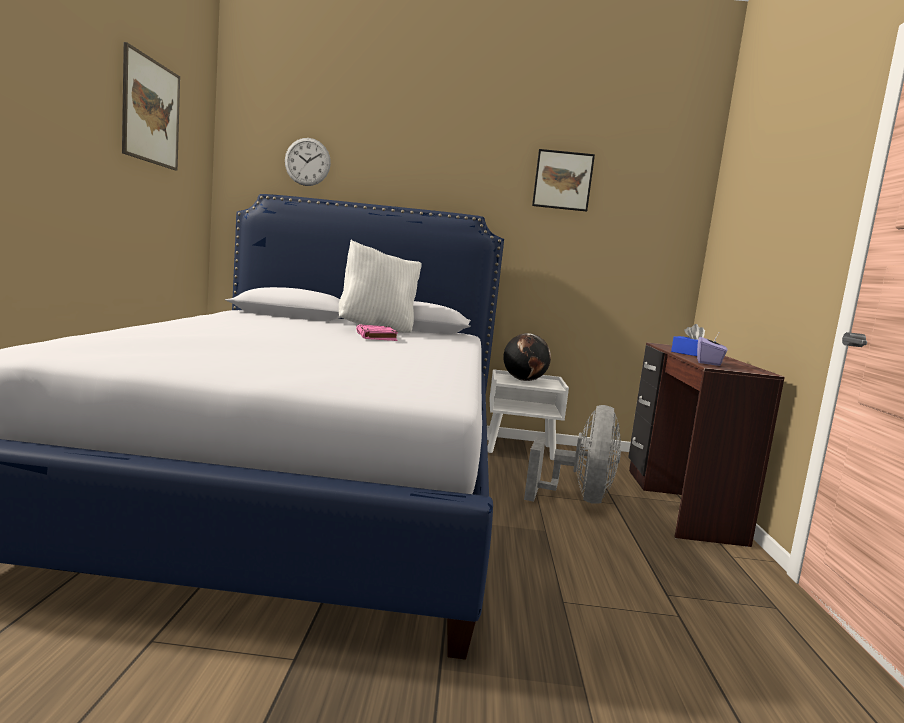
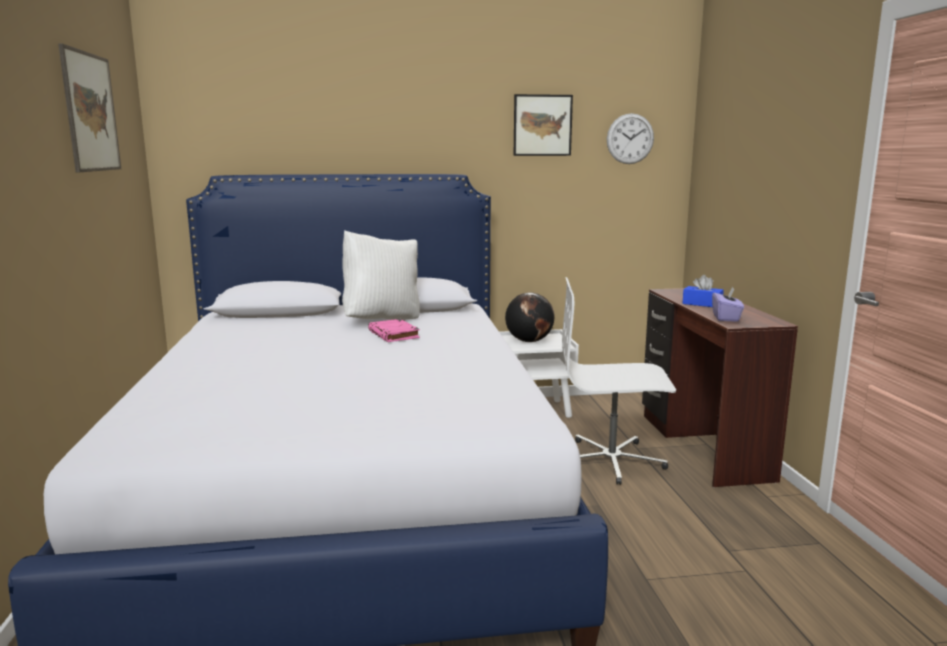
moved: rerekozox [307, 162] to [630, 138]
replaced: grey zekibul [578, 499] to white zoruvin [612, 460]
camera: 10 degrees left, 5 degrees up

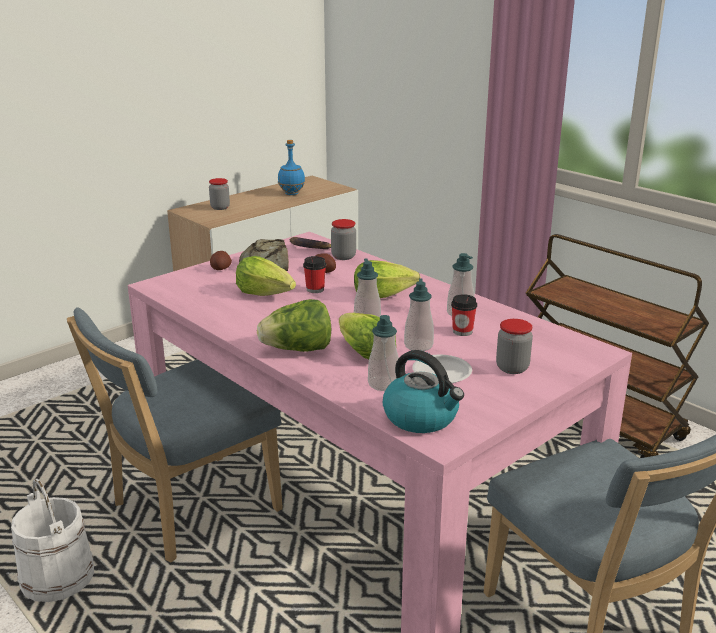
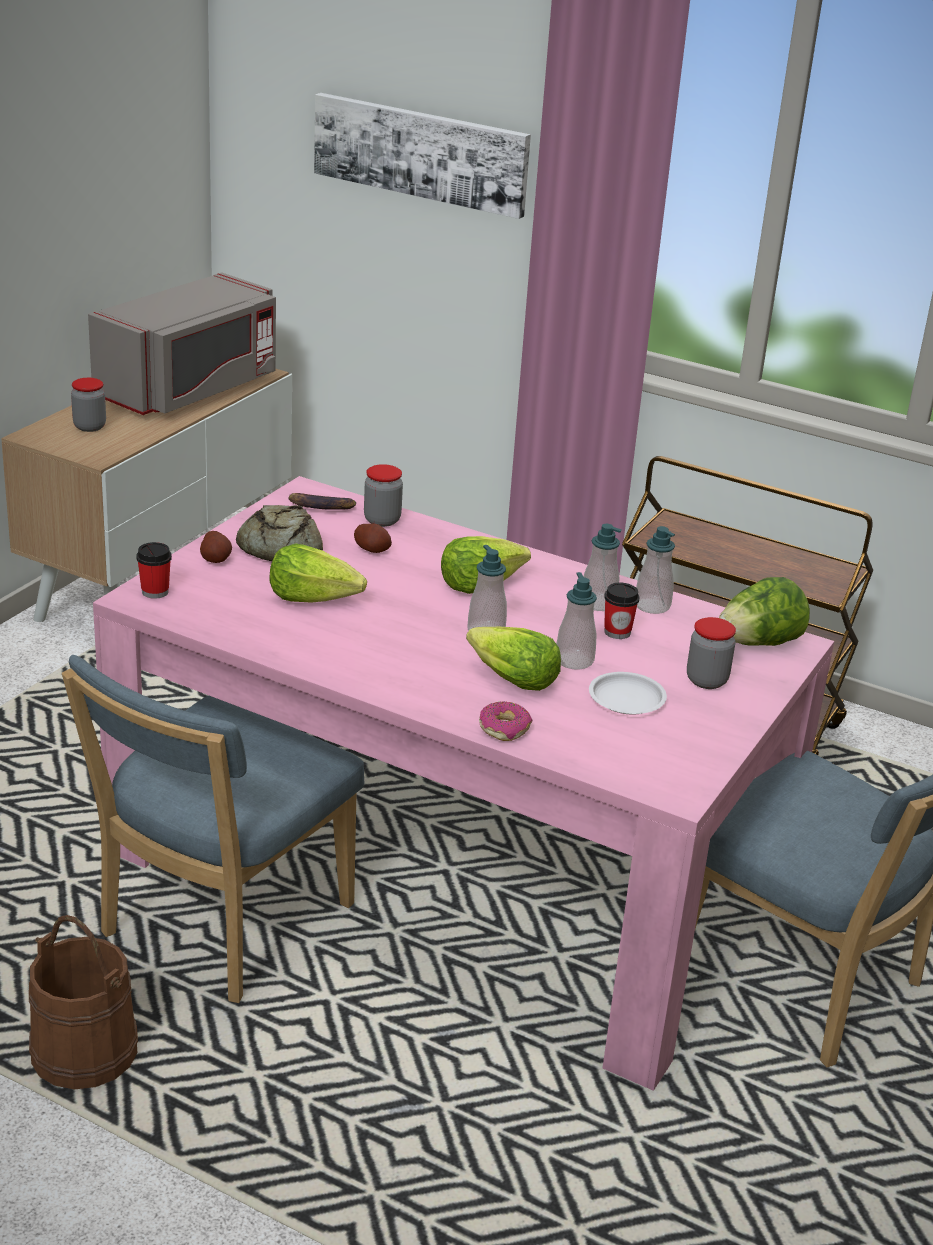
removed: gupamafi [422, 417]
added: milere [421, 153]; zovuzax [504, 728]
moved: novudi [298, 350] to [758, 643]; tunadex [315, 289] to [155, 592]; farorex [383, 384] to [652, 606]
replaced: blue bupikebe [291, 194] to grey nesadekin [190, 389]
recoloured: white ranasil [57, 578] to brown ranasil [83, 1053]
camera: 20 degrees left, 5 degrees up

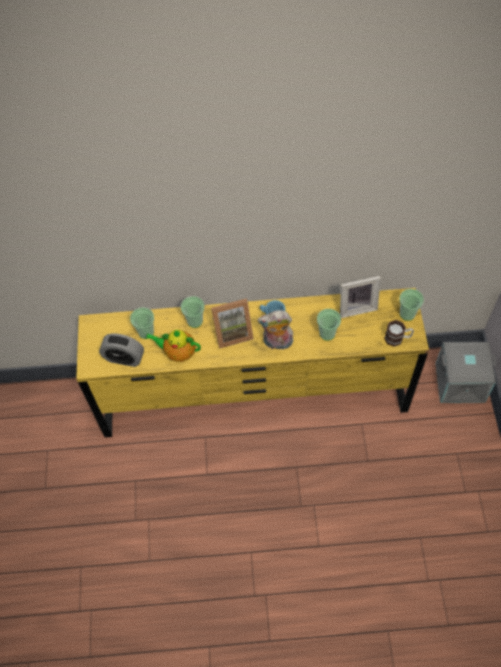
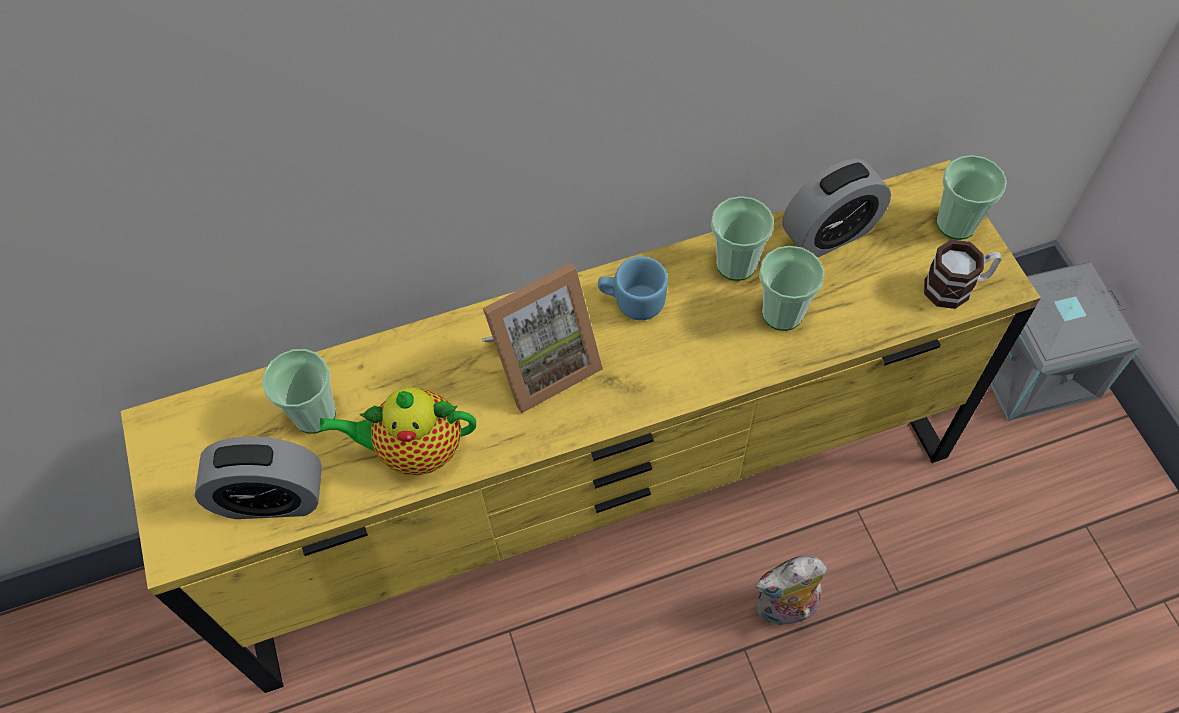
moved: tunadex [195, 321] to [736, 264]; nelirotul [277, 343] to [785, 609]
replaced: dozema [356, 307] to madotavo [829, 234]
camera: 15 degrees left, 0 degrees up

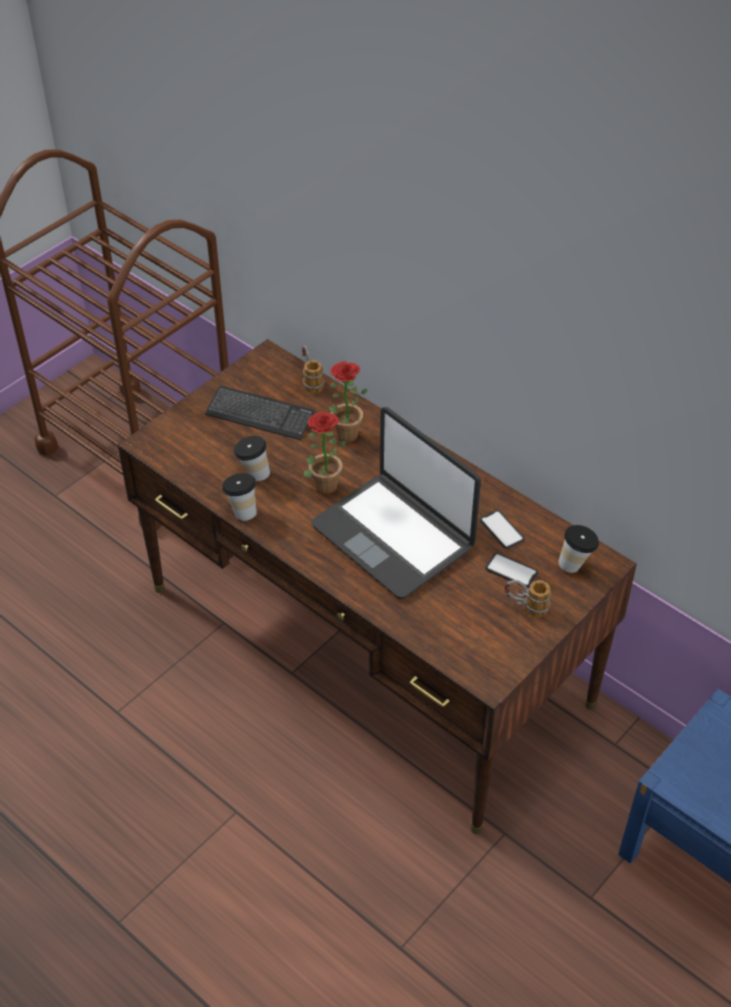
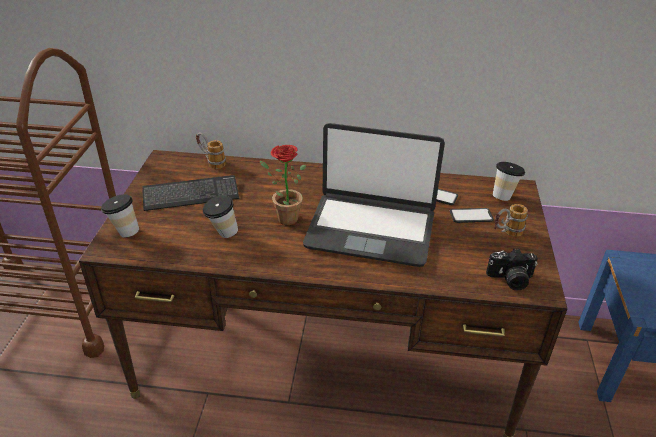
removed: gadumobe [343, 432]
added: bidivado [510, 280]
moved: tunadex [242, 511] to [124, 232]
camera: 35 degrees left, 10 degrees down

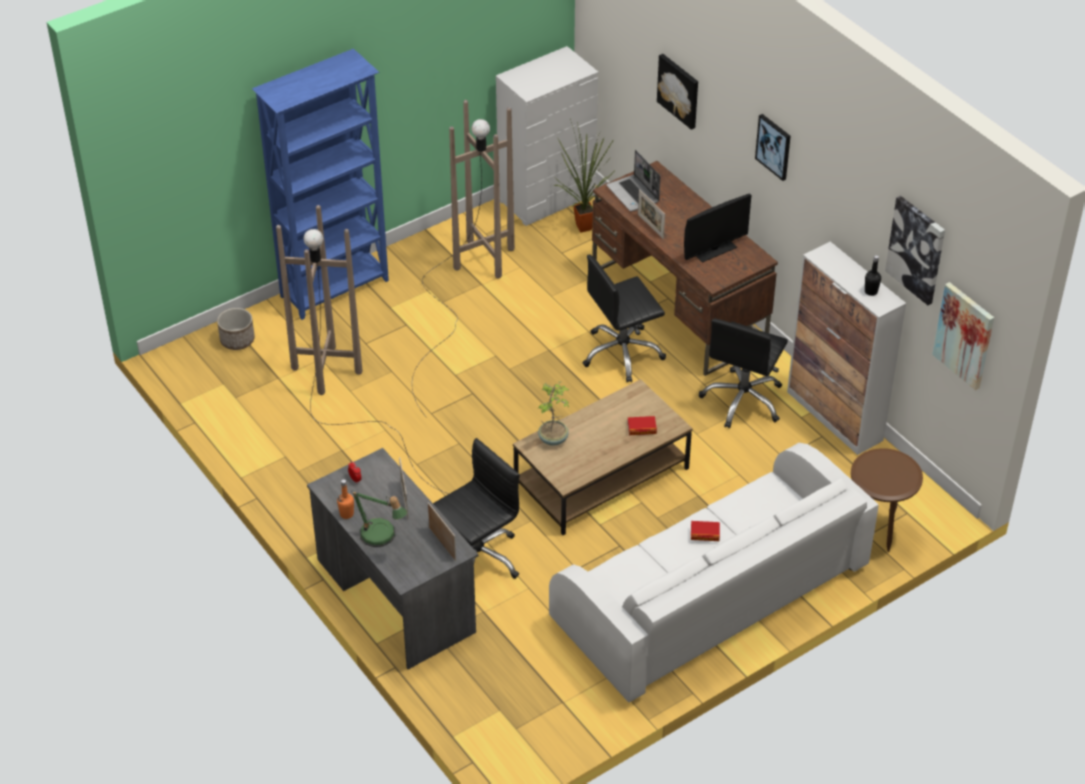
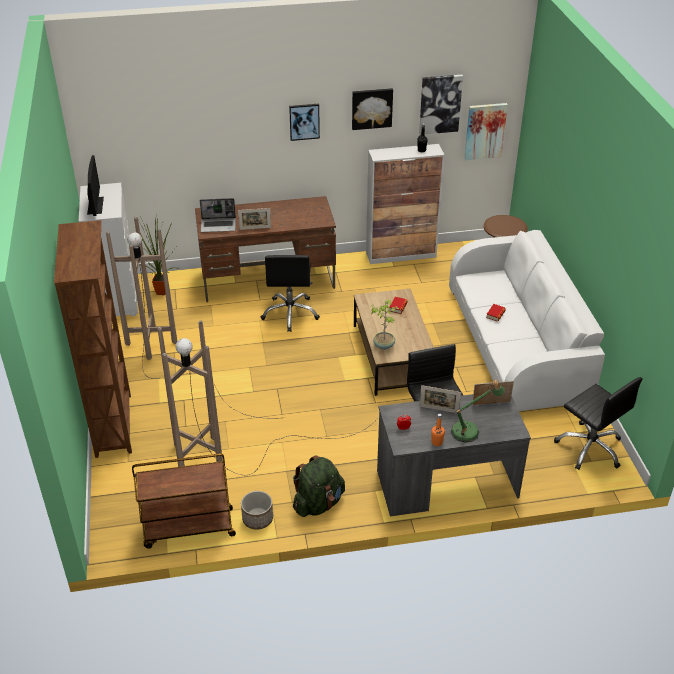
added: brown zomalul [188, 528]; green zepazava [318, 503]
moved: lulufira [237, 340] to [257, 519]; milere [679, 90] to [371, 108]; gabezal [714, 249] to [95, 205]; black zoruvin [743, 400] to [590, 447]
recoloured: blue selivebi [336, 289] to brown selivebi [114, 424]
camera: 65 degrees left, 5 degrees down

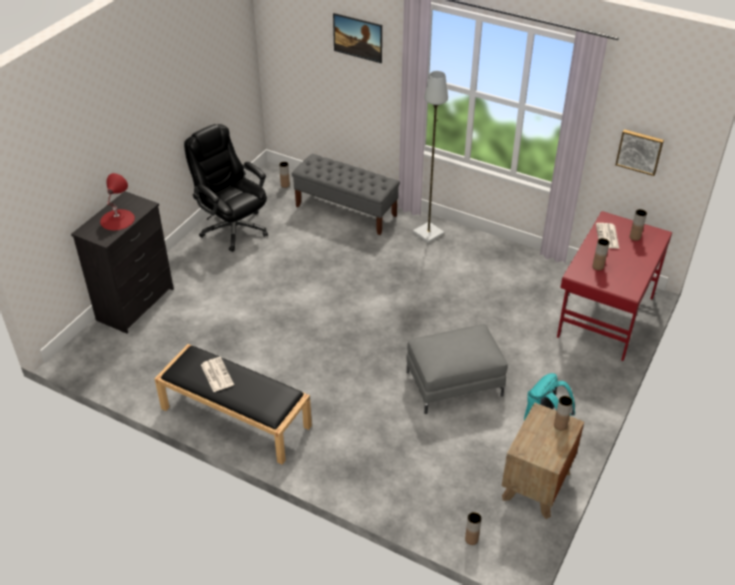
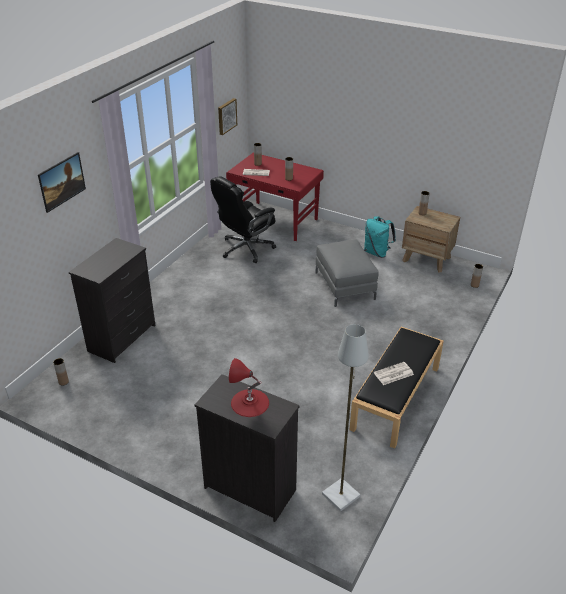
moved: black zoruvin [233, 228] to [245, 249]; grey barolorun [429, 233] to [340, 494]
replaced: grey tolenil [346, 211] to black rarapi [123, 338]
camera: 90 degrees left, 5 degrees down

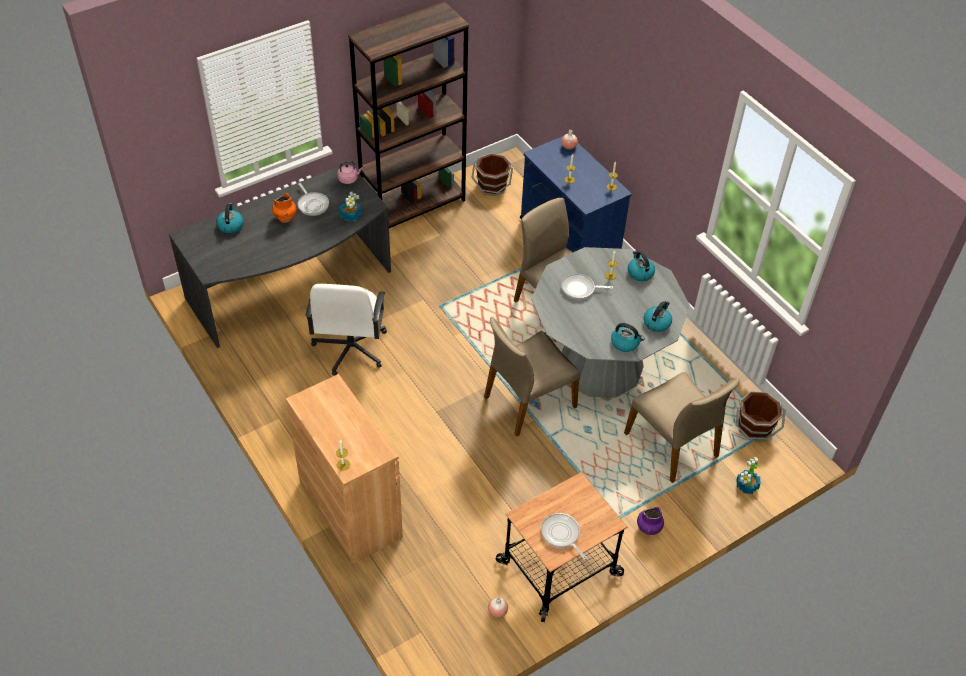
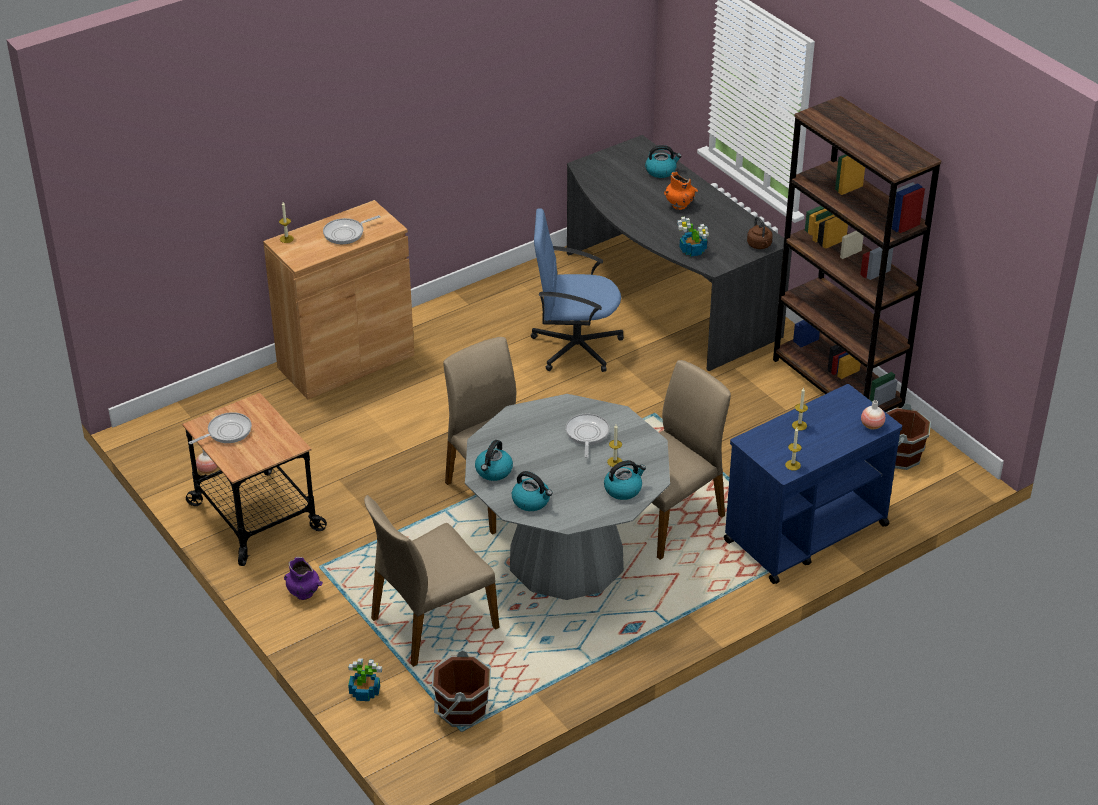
moved: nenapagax [312, 204] to [346, 233]
recoloured: white zoruvin [350, 348] to blue zoruvin [575, 347]; pink gupamafi [349, 179] to brown gupamafi [759, 245]
camera: 90 degrees right, 10 degrees down

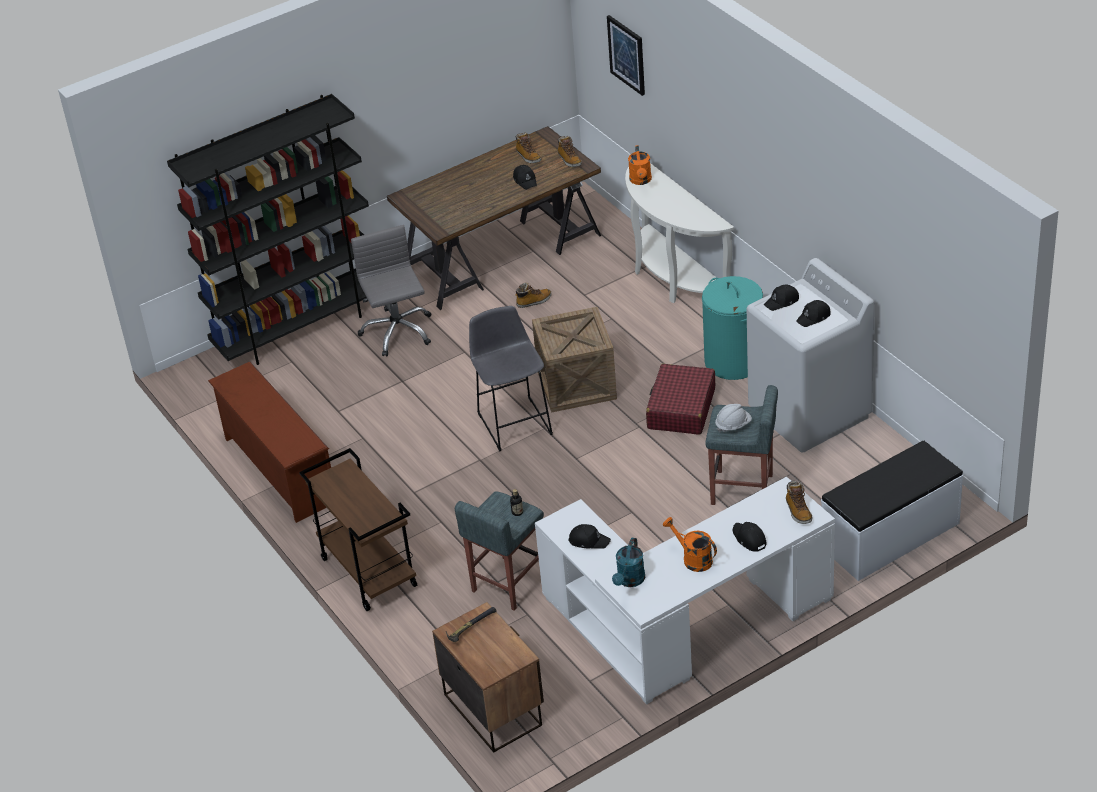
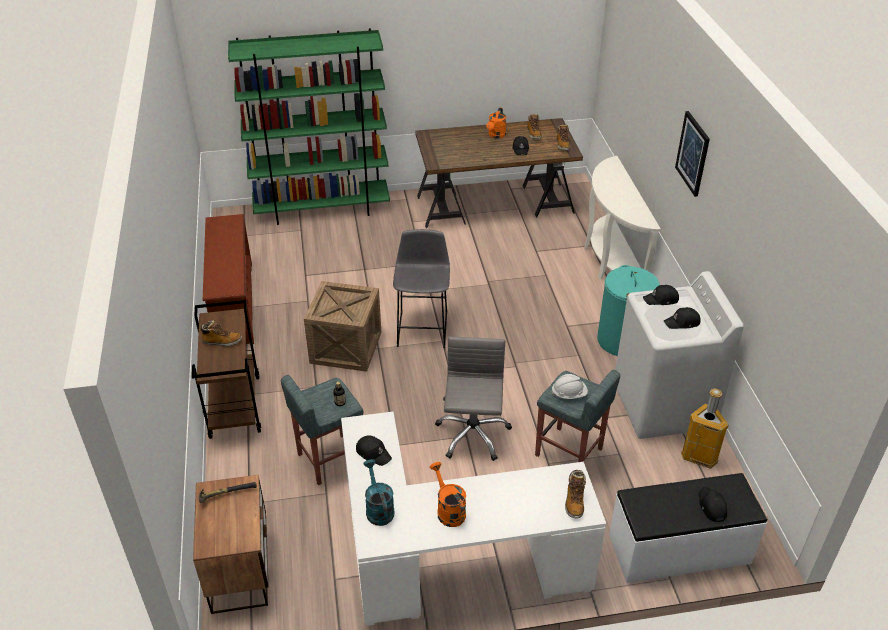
removed: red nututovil [681, 409]
added: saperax [699, 457]
moved: grey zoruvin [397, 332] to [472, 434]; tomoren [534, 301] to [222, 341]; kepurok [576, 384] to [346, 347]; milere [627, 54] to [693, 153]; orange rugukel [641, 181] to [496, 135]; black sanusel [749, 539] to [711, 506]
recoloured: black selivebi [299, 328] to green selivebi [322, 209]
turned: turquoise rugukel [629, 581] = [378, 508] 120 degrees clockwise
camera: 20 degrees right, 0 degrees up

